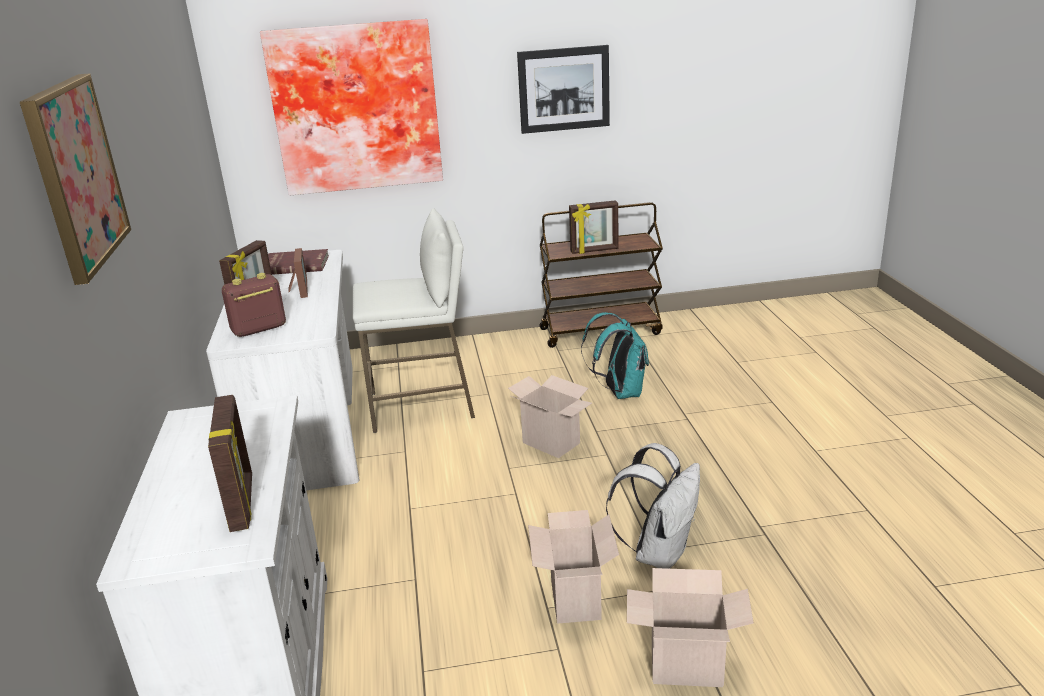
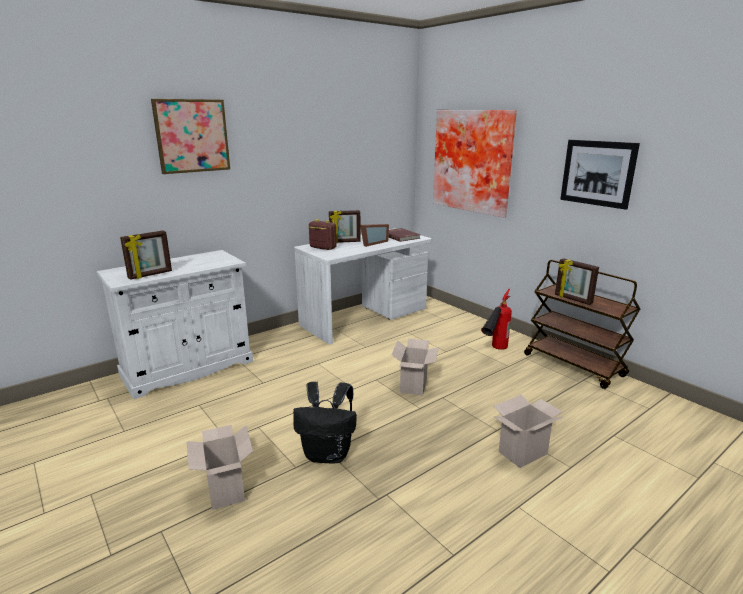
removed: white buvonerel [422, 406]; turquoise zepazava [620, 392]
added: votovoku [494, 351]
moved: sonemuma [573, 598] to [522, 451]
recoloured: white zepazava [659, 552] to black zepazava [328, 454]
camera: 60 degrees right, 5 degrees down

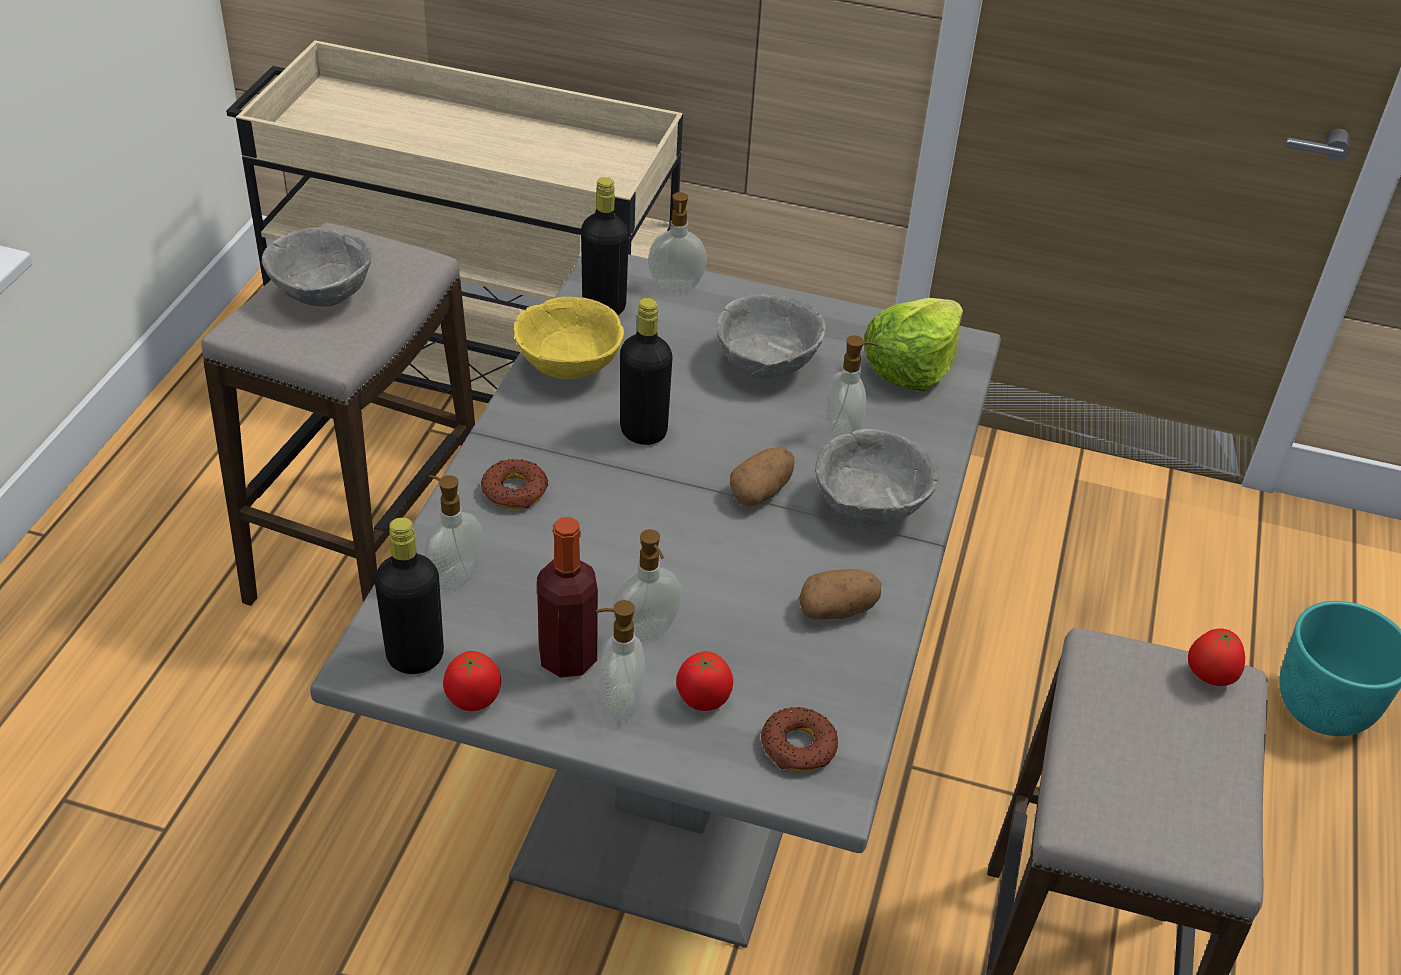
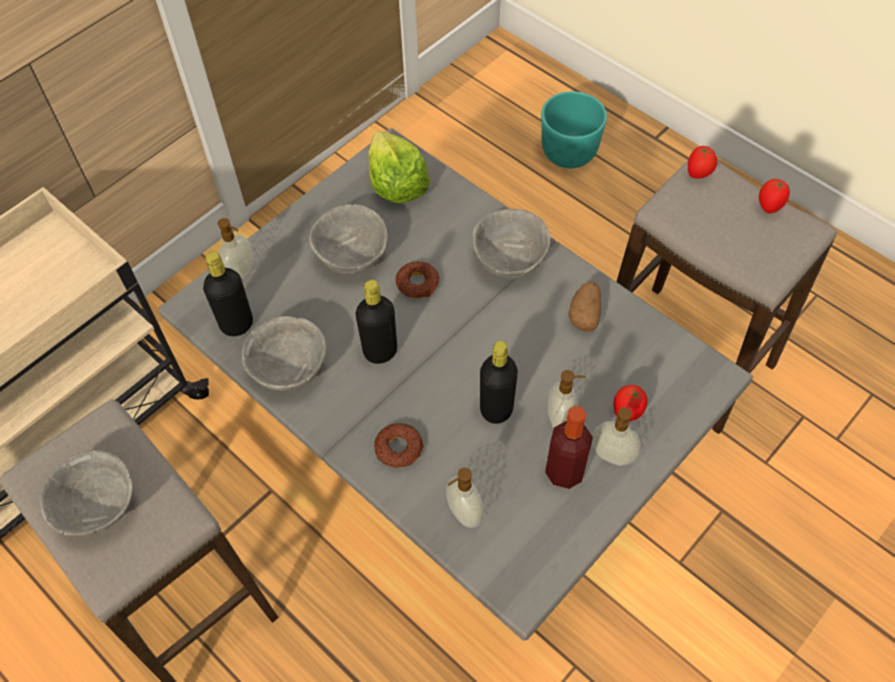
removed: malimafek [761, 492]; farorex [843, 432]
moved: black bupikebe [415, 657] to [496, 409]; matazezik [473, 701] to [769, 206]; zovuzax [798, 746] to [417, 283]
recoloured: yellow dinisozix [567, 367] to grey dinisozix [289, 370]
camera: 60 degrees left, 15 degrees up

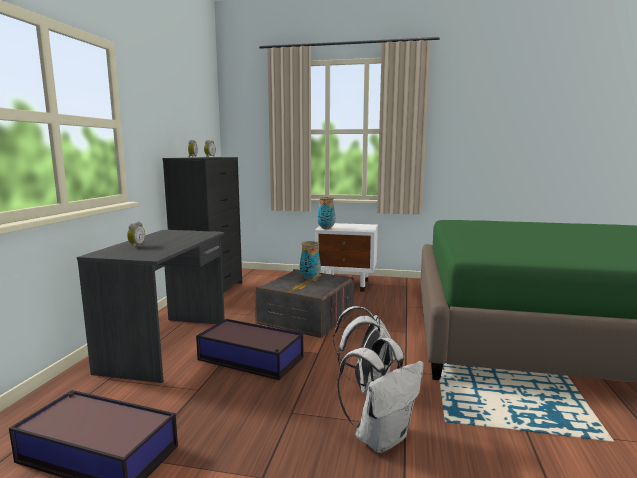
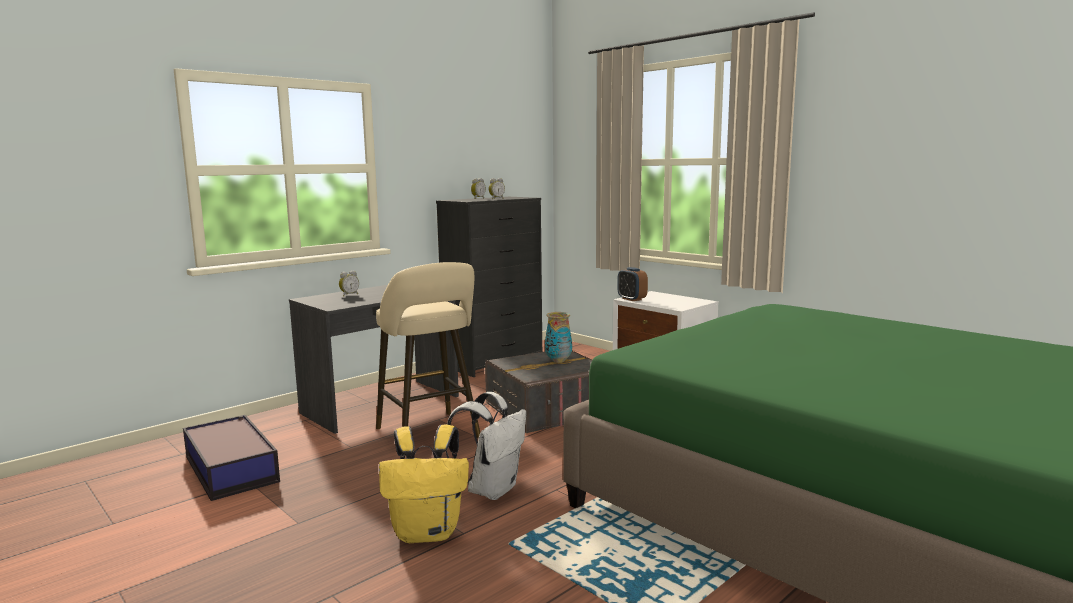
replaced: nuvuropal [251, 359] to beige buvonerel [430, 435]; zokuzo [326, 228] to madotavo [631, 299]
recoloured: white zepazava [381, 437] to yellow zepazava [428, 532]
camera: 35 degrees right, 0 degrees up

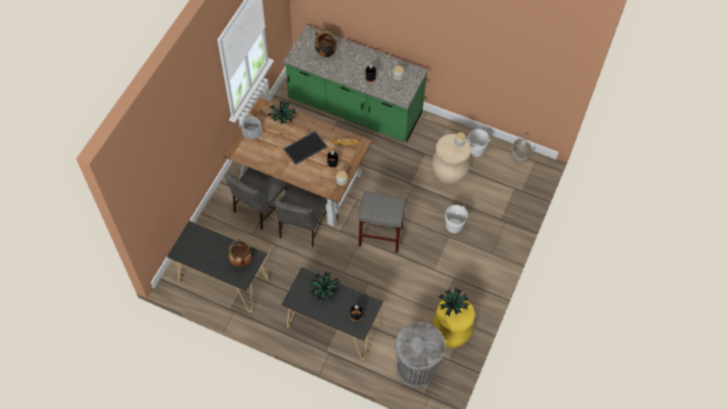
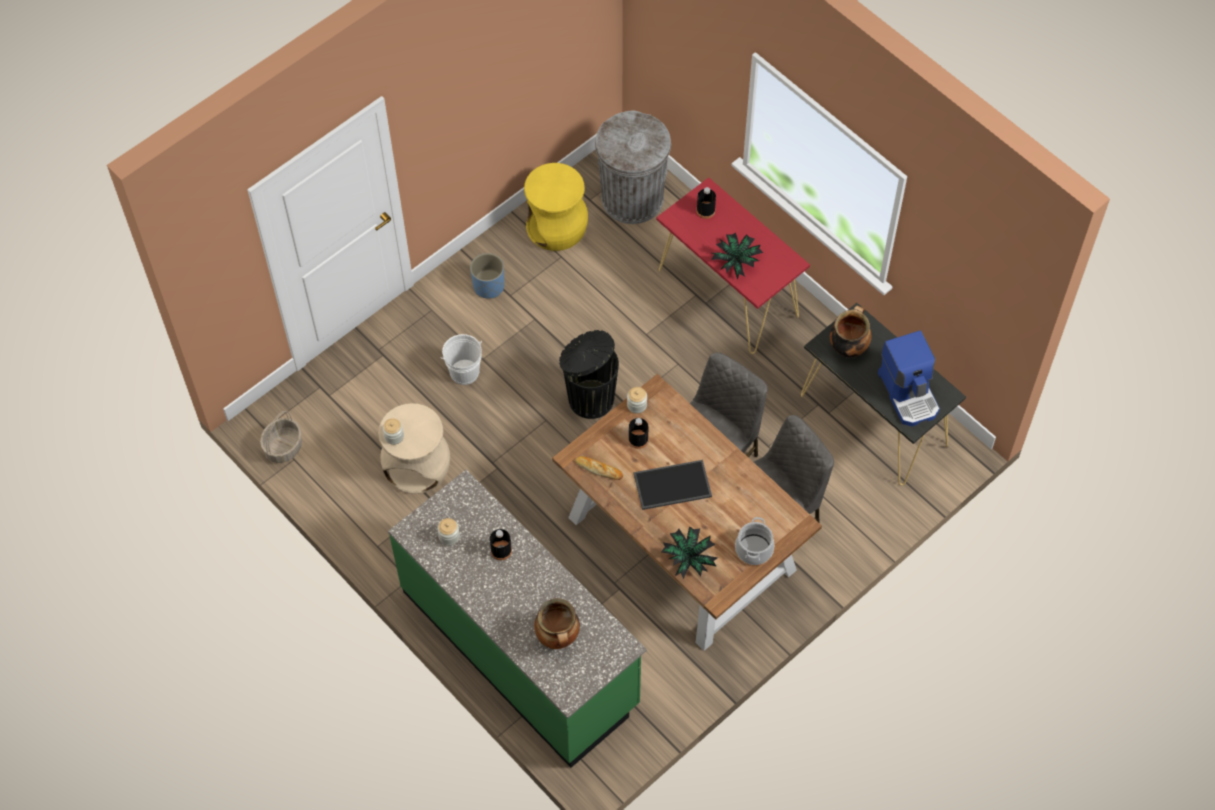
removed: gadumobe [453, 305]; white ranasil [475, 150]
added: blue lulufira [489, 286]; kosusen [909, 393]
replaced: grey buvonerel [381, 236] to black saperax [589, 398]
recoloured: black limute [332, 326] to red limute [728, 293]
camera: 155 degrees left, 0 degrees up

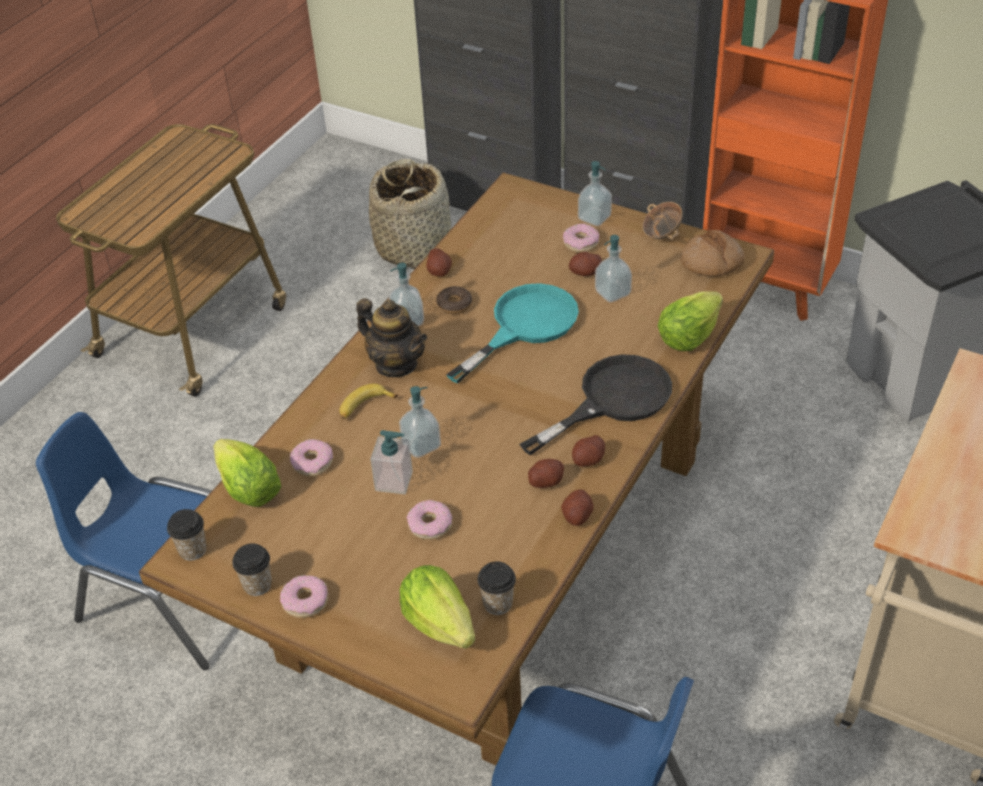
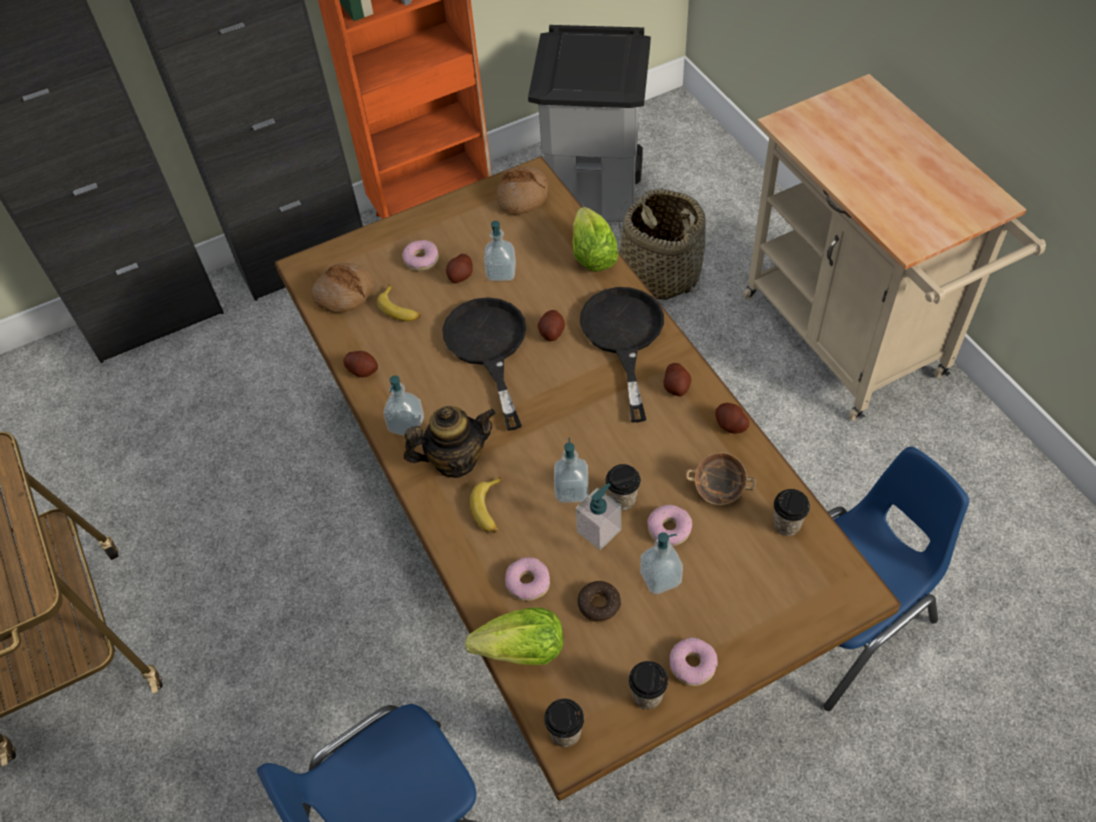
removed: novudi [439, 623]
added: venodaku [344, 293]; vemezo [400, 309]; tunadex [622, 499]
moved: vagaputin [414, 247] to [659, 274]; zovuzax [454, 305] to [599, 604]; malimafek [546, 481] to [551, 332]; farorex [594, 218] to [660, 578]; dinisozix [661, 234] to [718, 490]
recoloured: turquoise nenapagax [524, 326] to black nenapagax [488, 348]
camera: 55 degrees left, 10 degrees up

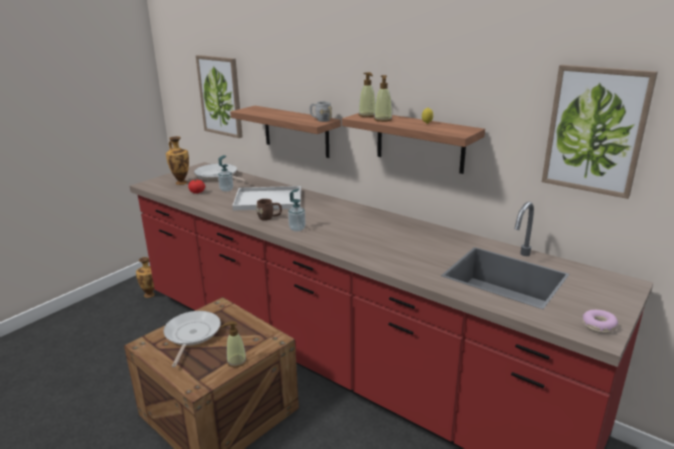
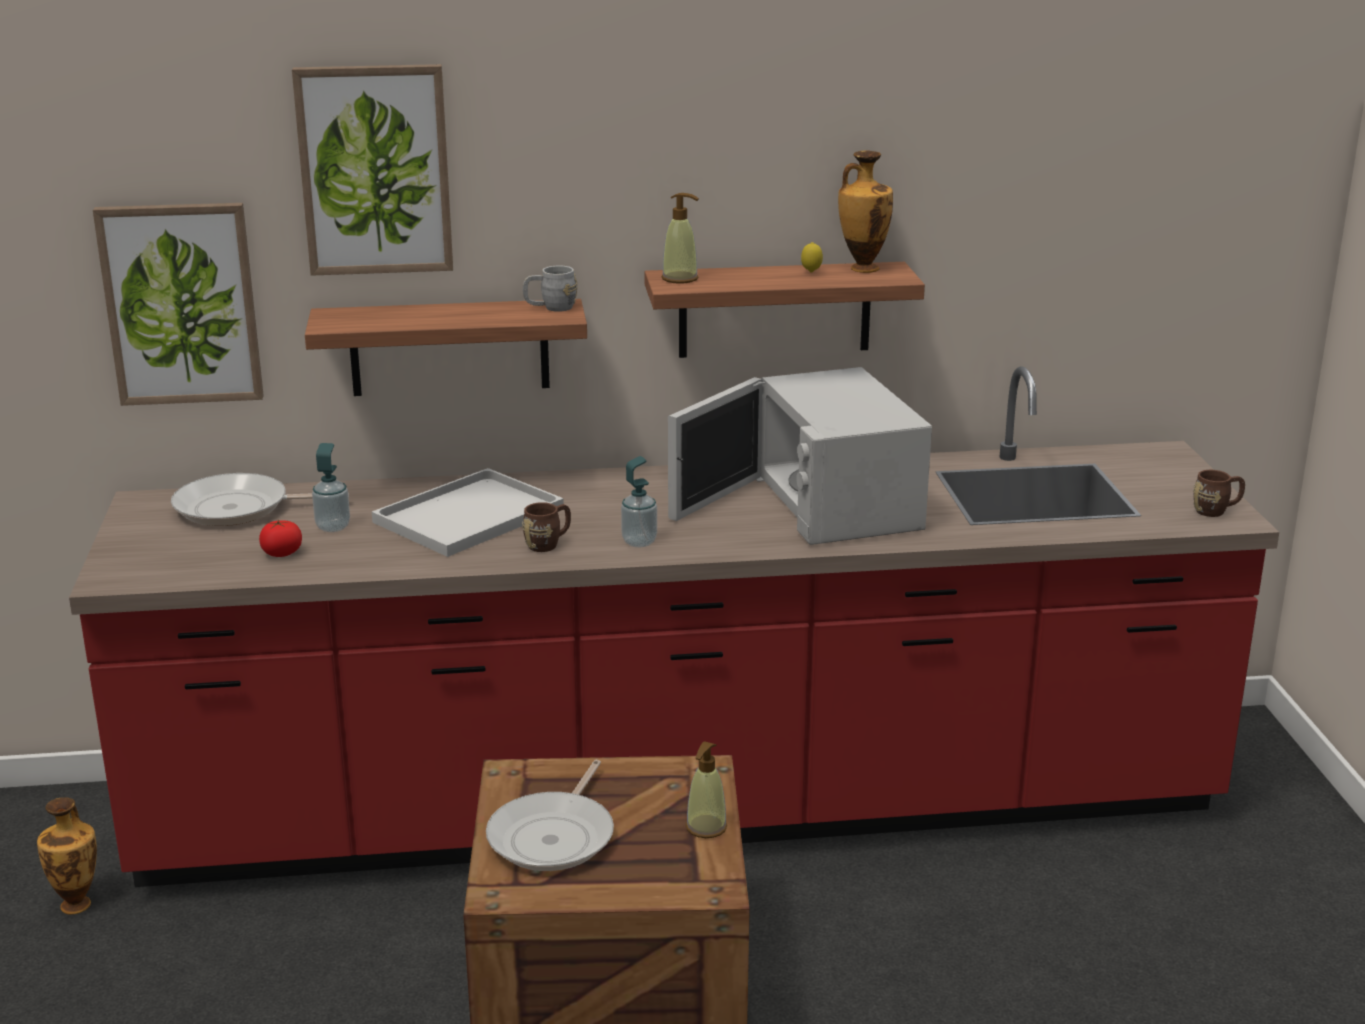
removed: farorex [383, 119]
added: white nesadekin [825, 503]
moved: zokuzo [181, 182] to [862, 268]; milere [595, 130] to [375, 170]
replaced: zovuzax [598, 326] to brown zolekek [1217, 510]
turned: nenapagax [191, 335] = [554, 836] 120 degrees counterclockwise
camera: 45 degrees left, 0 degrees up

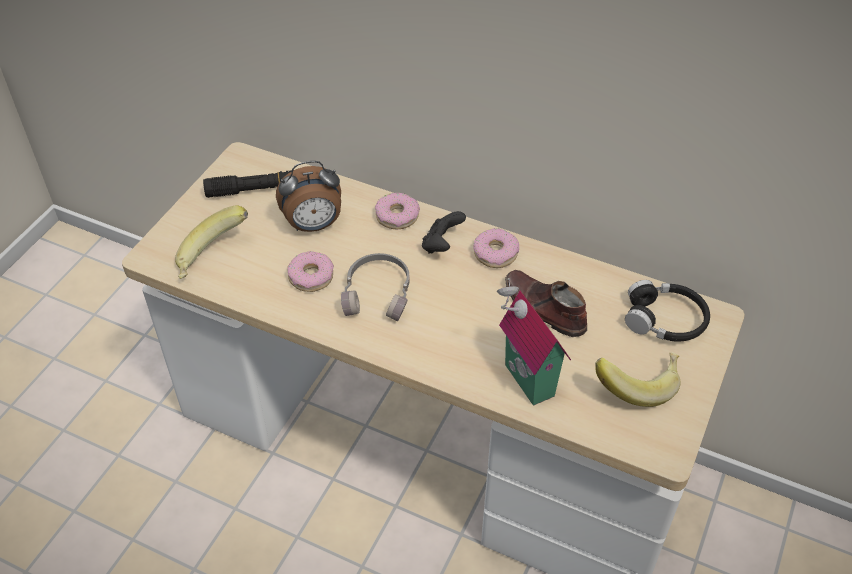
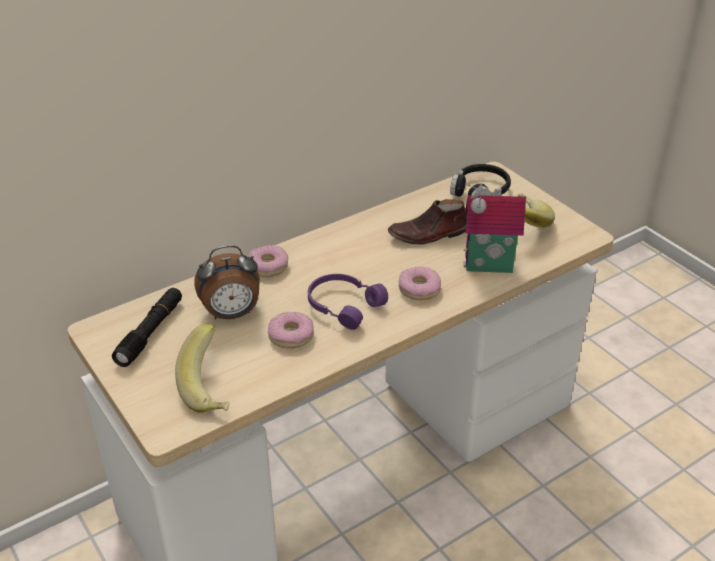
removed: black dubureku [441, 245]
moved: zovuzax [495, 253] to [419, 289]
recoloured: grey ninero [378, 293] to purple ninero [343, 305]
turned: madotavo [313, 225] = [232, 314] 60 degrees clockwise
camera: 60 degrees left, 10 degrees down

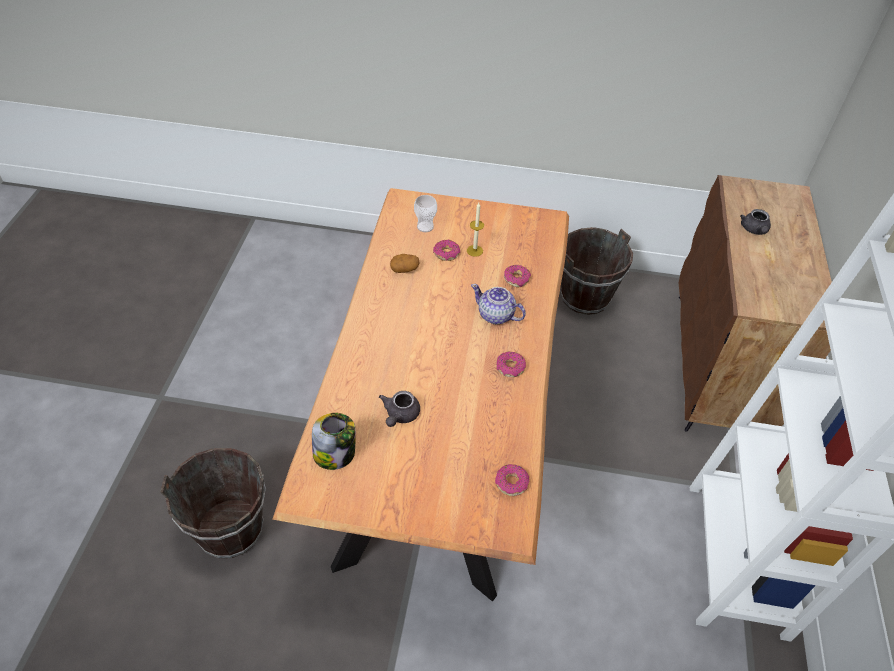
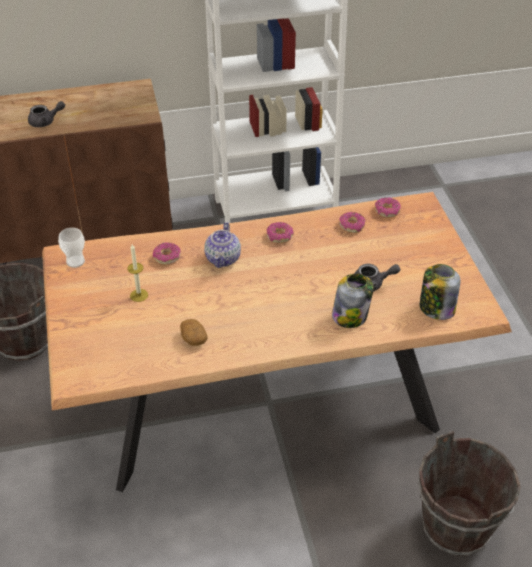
added: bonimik [350, 316]
moved: tunadex [425, 227] to [75, 261]; zovuzax [446, 254] to [352, 225]
camera: 110 degrees left, 5 degrees down

